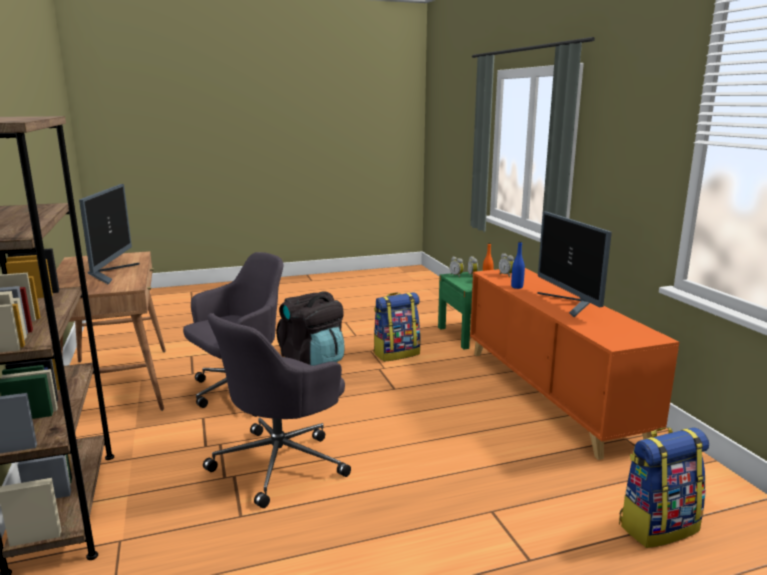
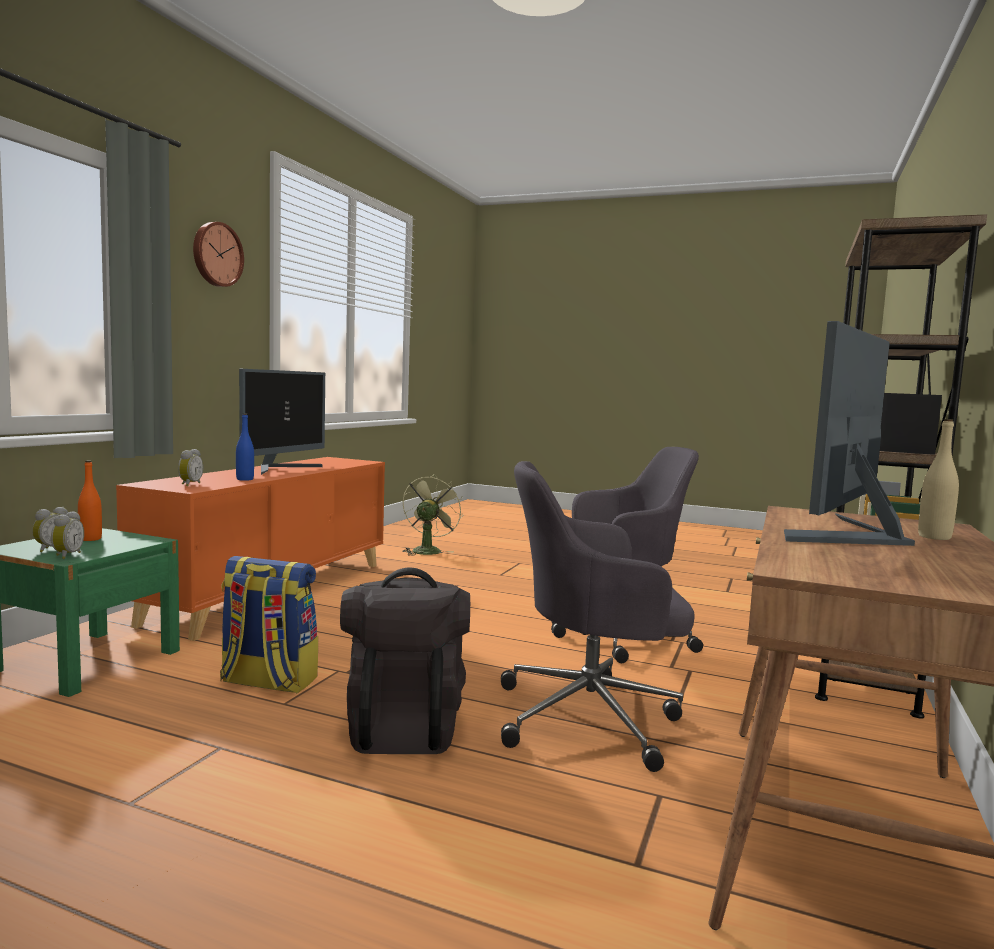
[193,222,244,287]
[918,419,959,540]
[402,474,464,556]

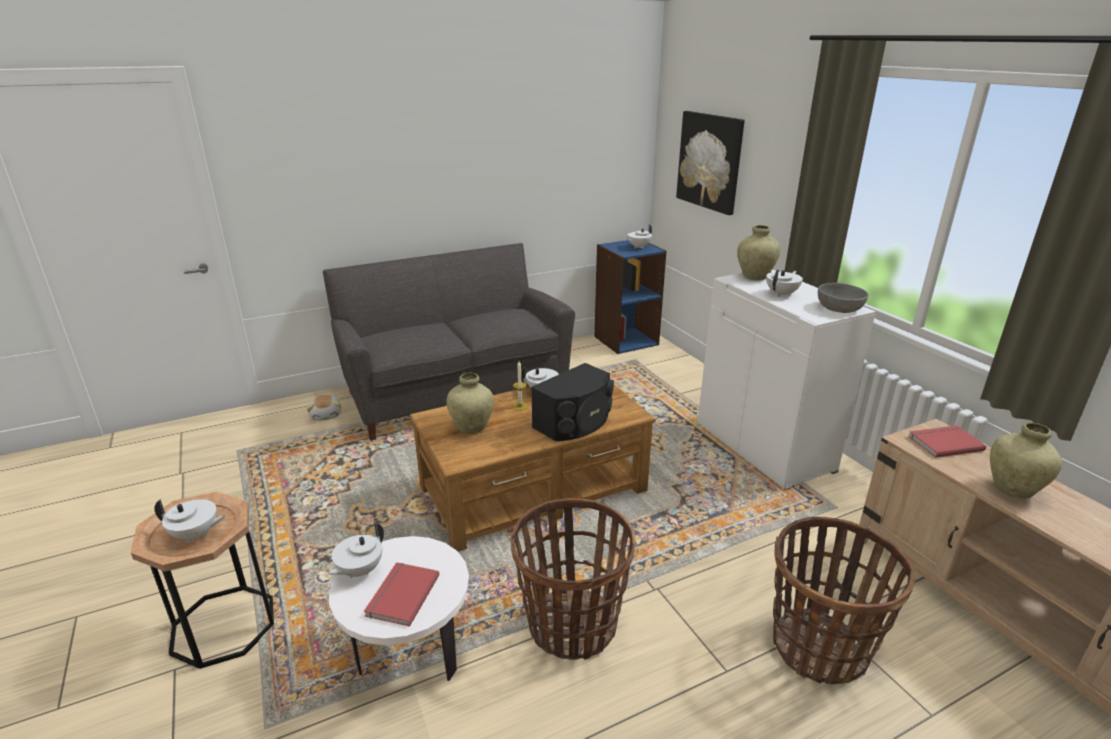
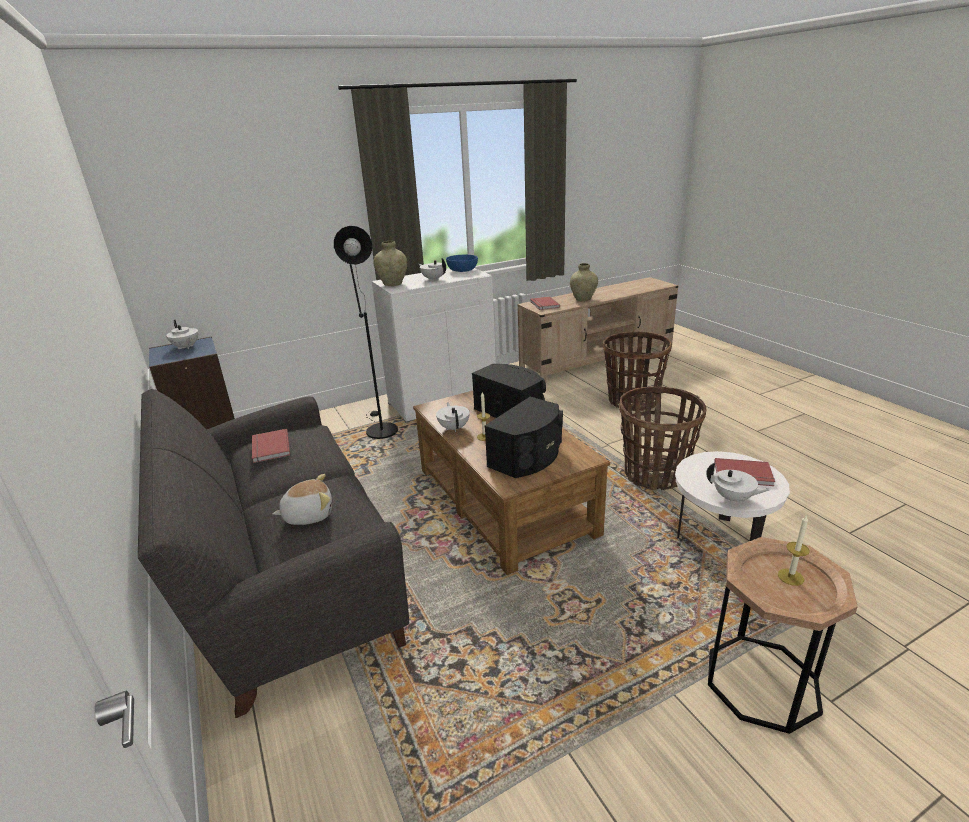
[676,111,745,215] (first image)
[252,429,290,463]
[334,226,398,439]
[273,474,332,525]
[778,514,810,586]
[485,397,563,478]
[446,254,478,272]

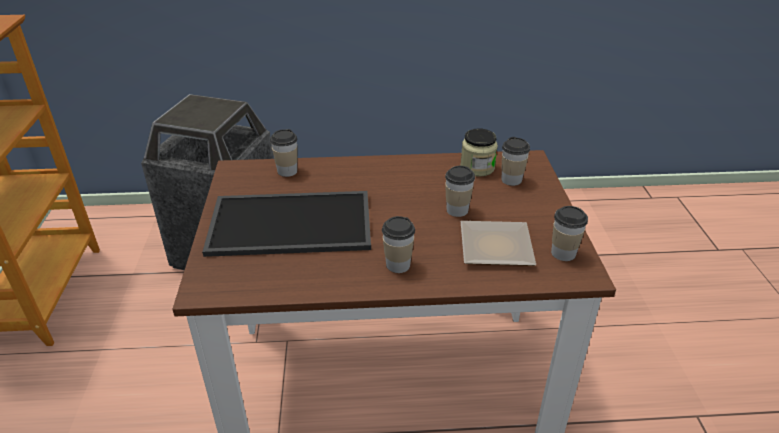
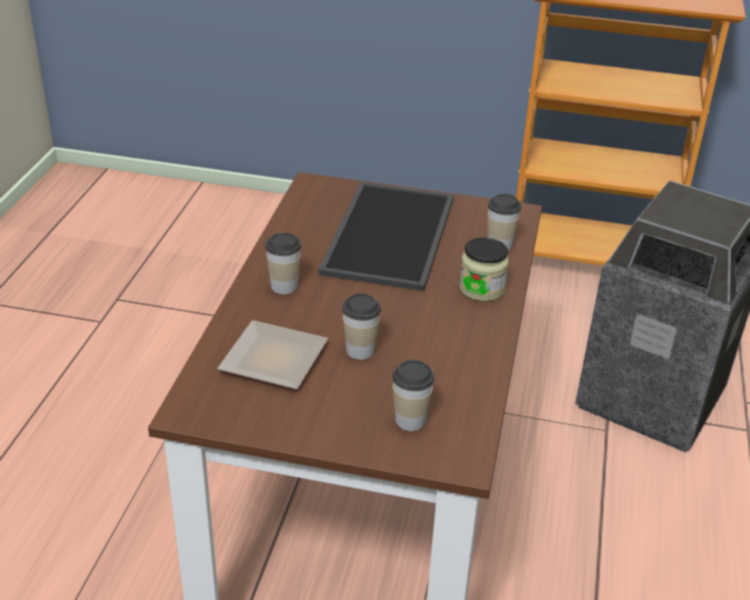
[551,206,588,261] (first image)
[459,237,509,302]

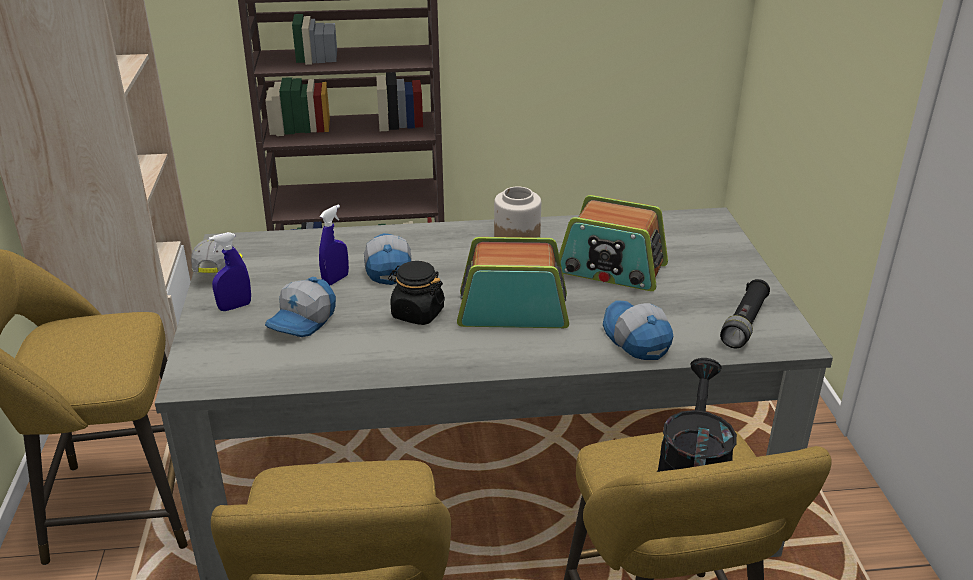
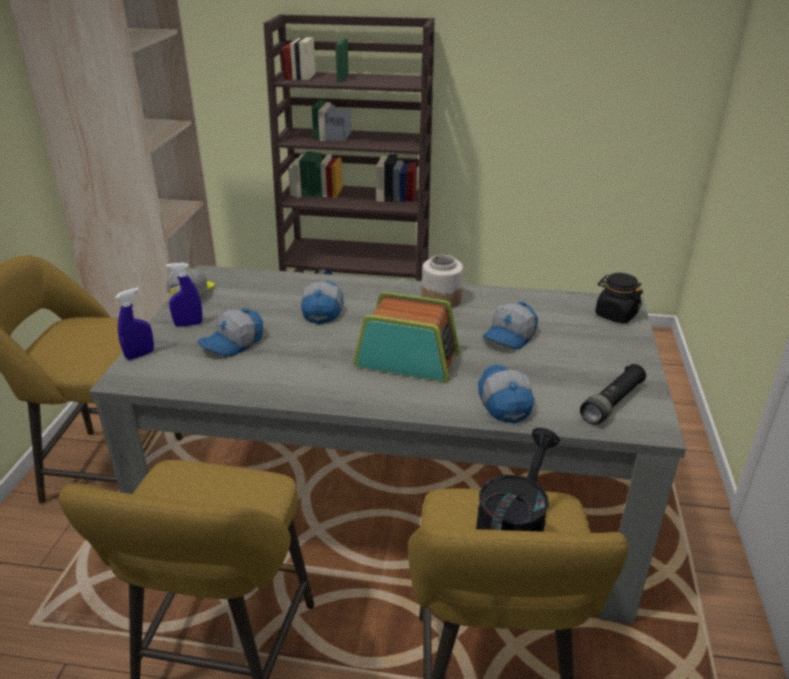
[116,288,154,360]
[595,273,643,323]
[483,301,538,350]

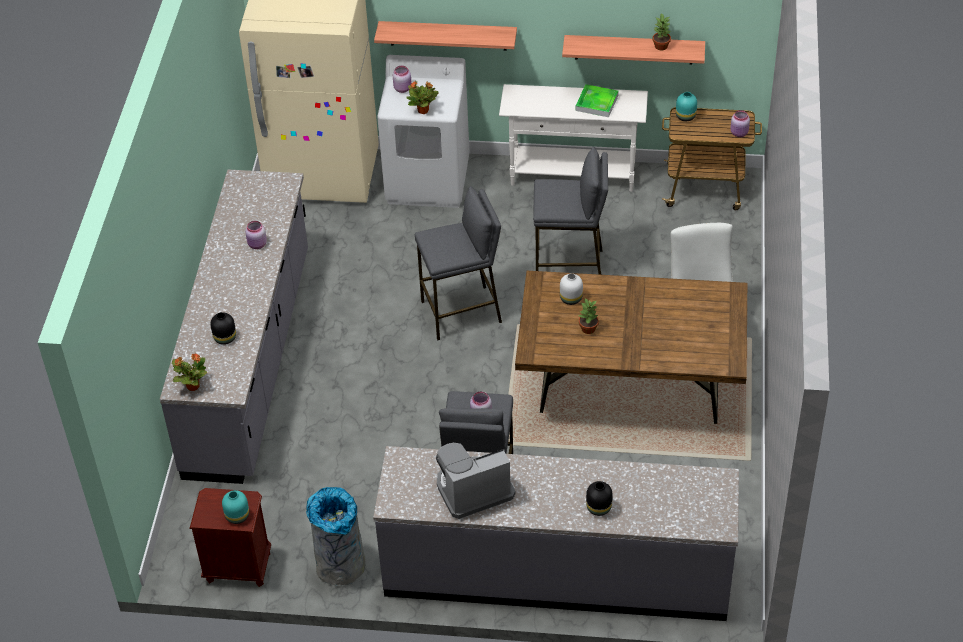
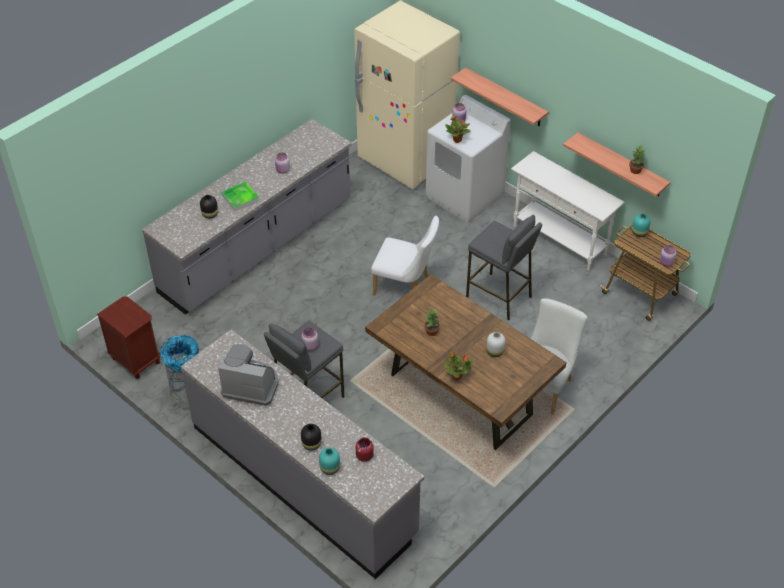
[356,437,374,462]
[443,351,473,381]
[319,448,340,475]
[486,332,506,357]
[221,182,260,212]
[371,216,439,295]

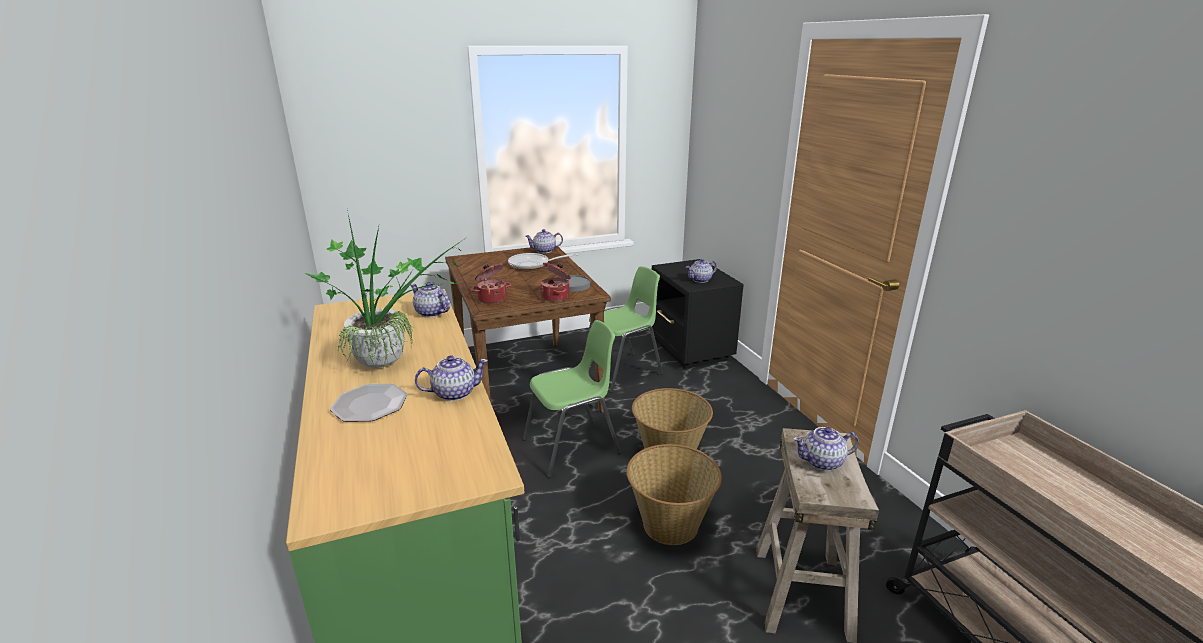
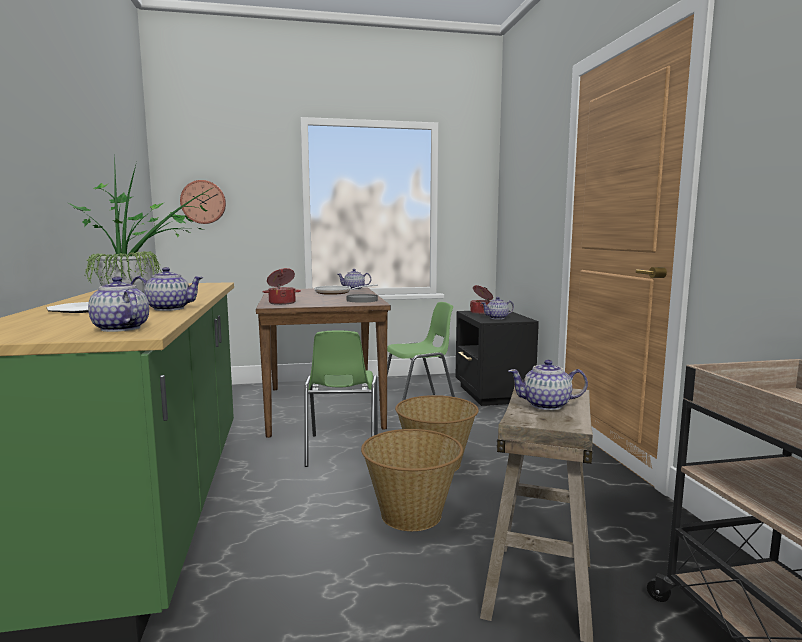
[180,180,226,224]
[88,276,149,332]
[470,285,493,314]
[304,330,378,467]

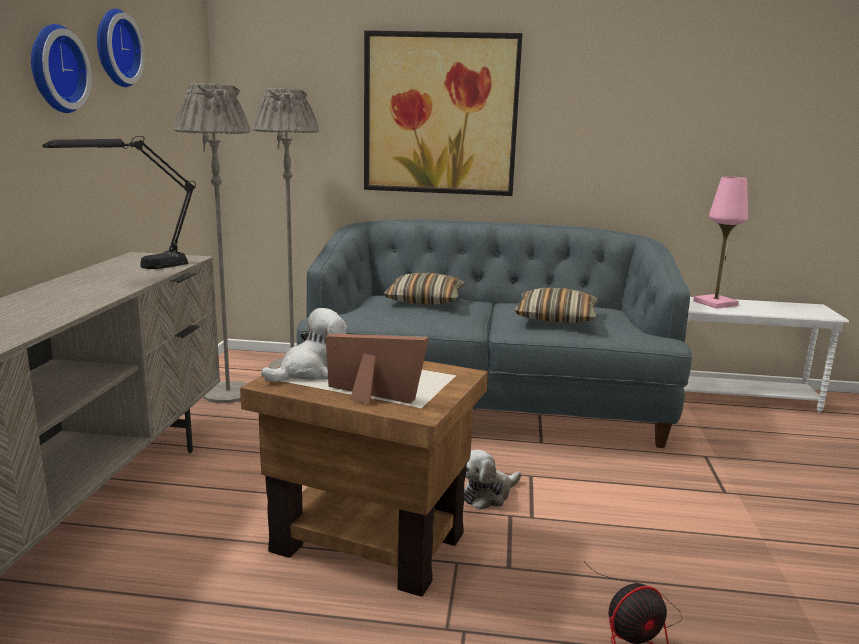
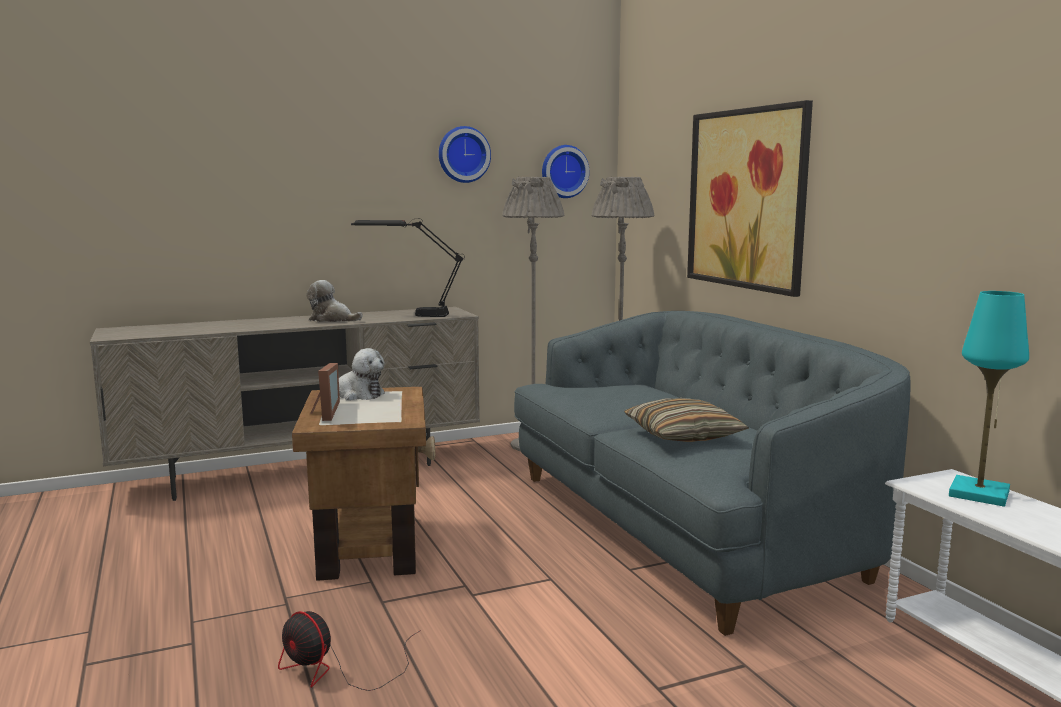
[384,273,465,304] (first image)
[542,145,589,198]
[307,280,362,322]
[949,291,1029,507]

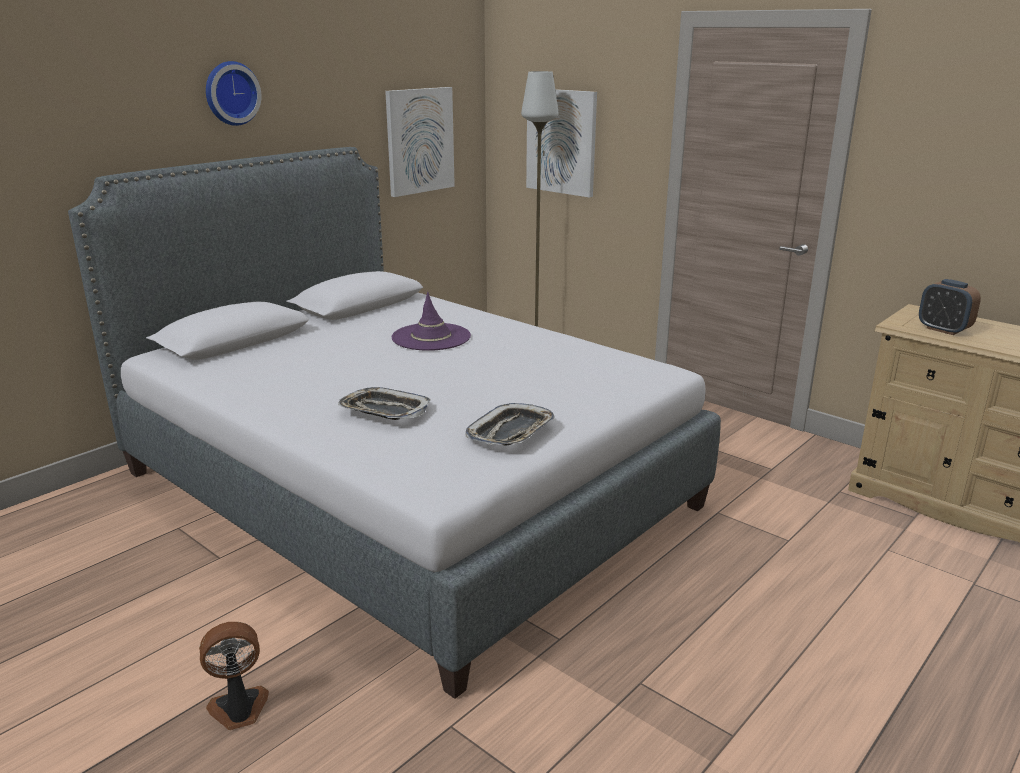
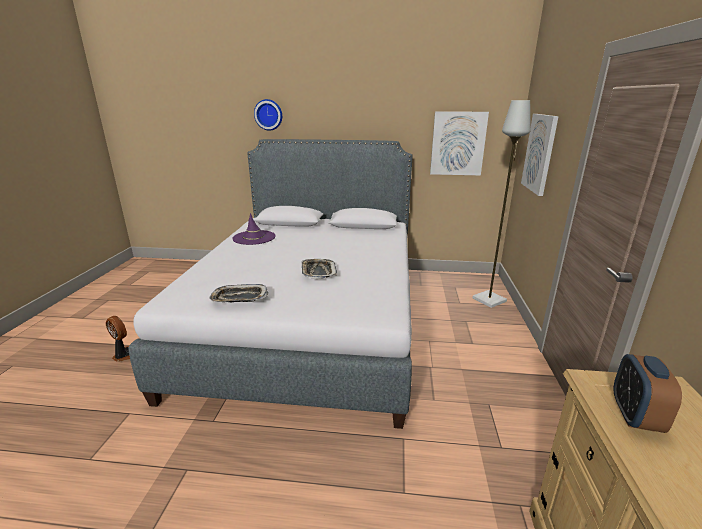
[254,99,282,131]
[302,259,337,279]
[232,213,276,245]

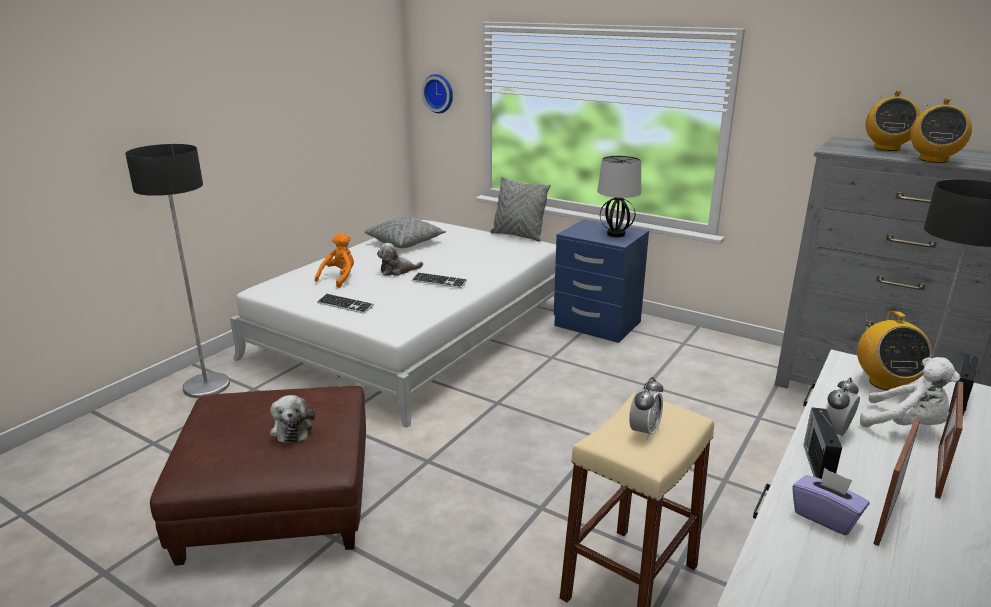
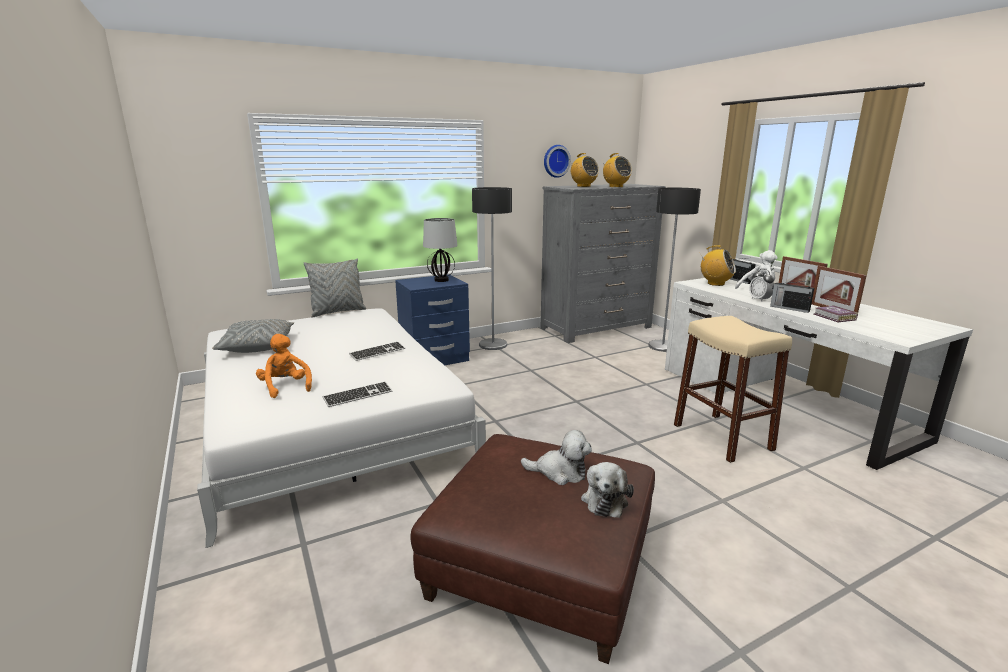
[629,377,663,440] (first image)
[472,187,512,350]
[581,462,634,518]
[544,145,571,178]
[813,305,858,322]

